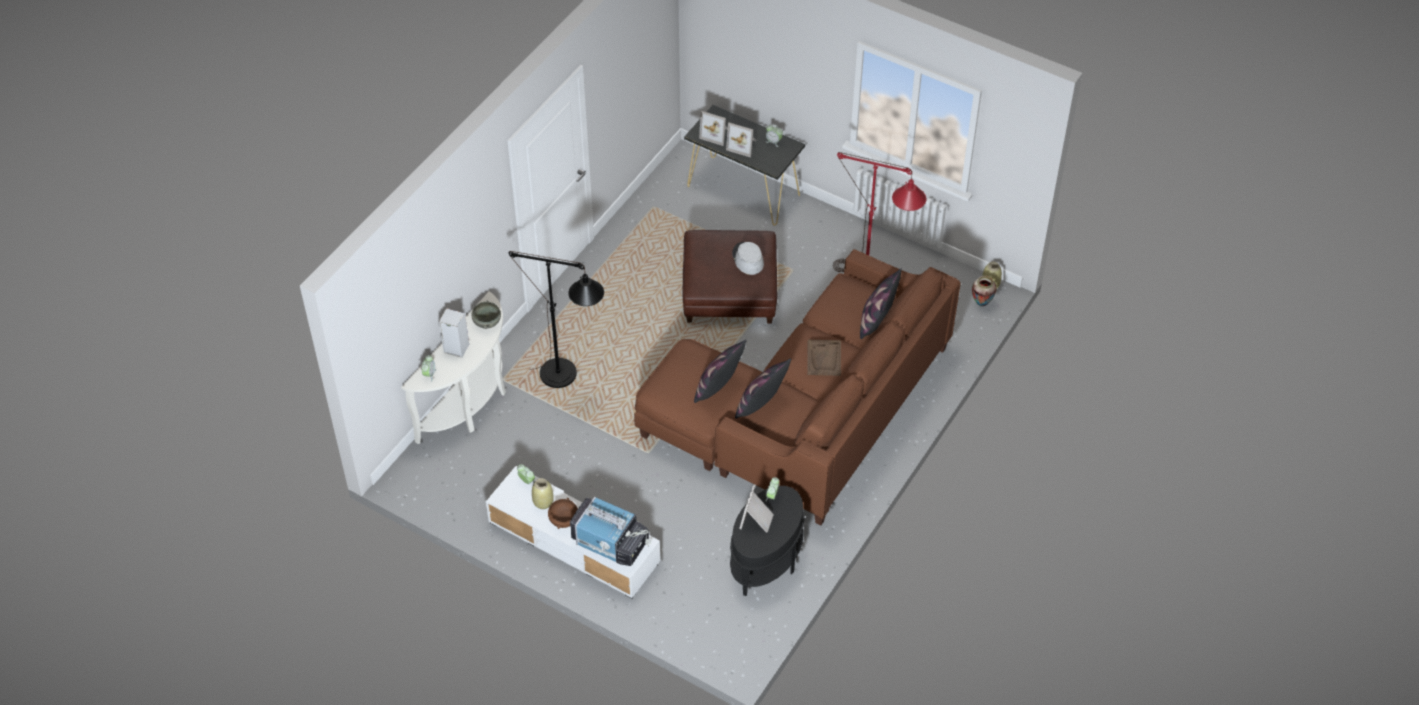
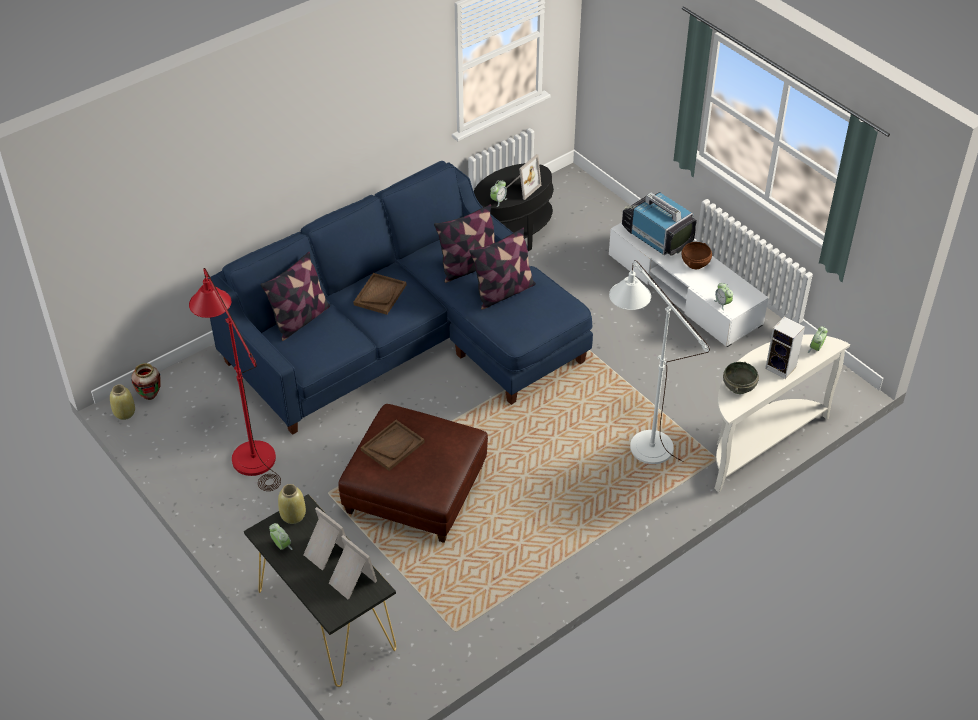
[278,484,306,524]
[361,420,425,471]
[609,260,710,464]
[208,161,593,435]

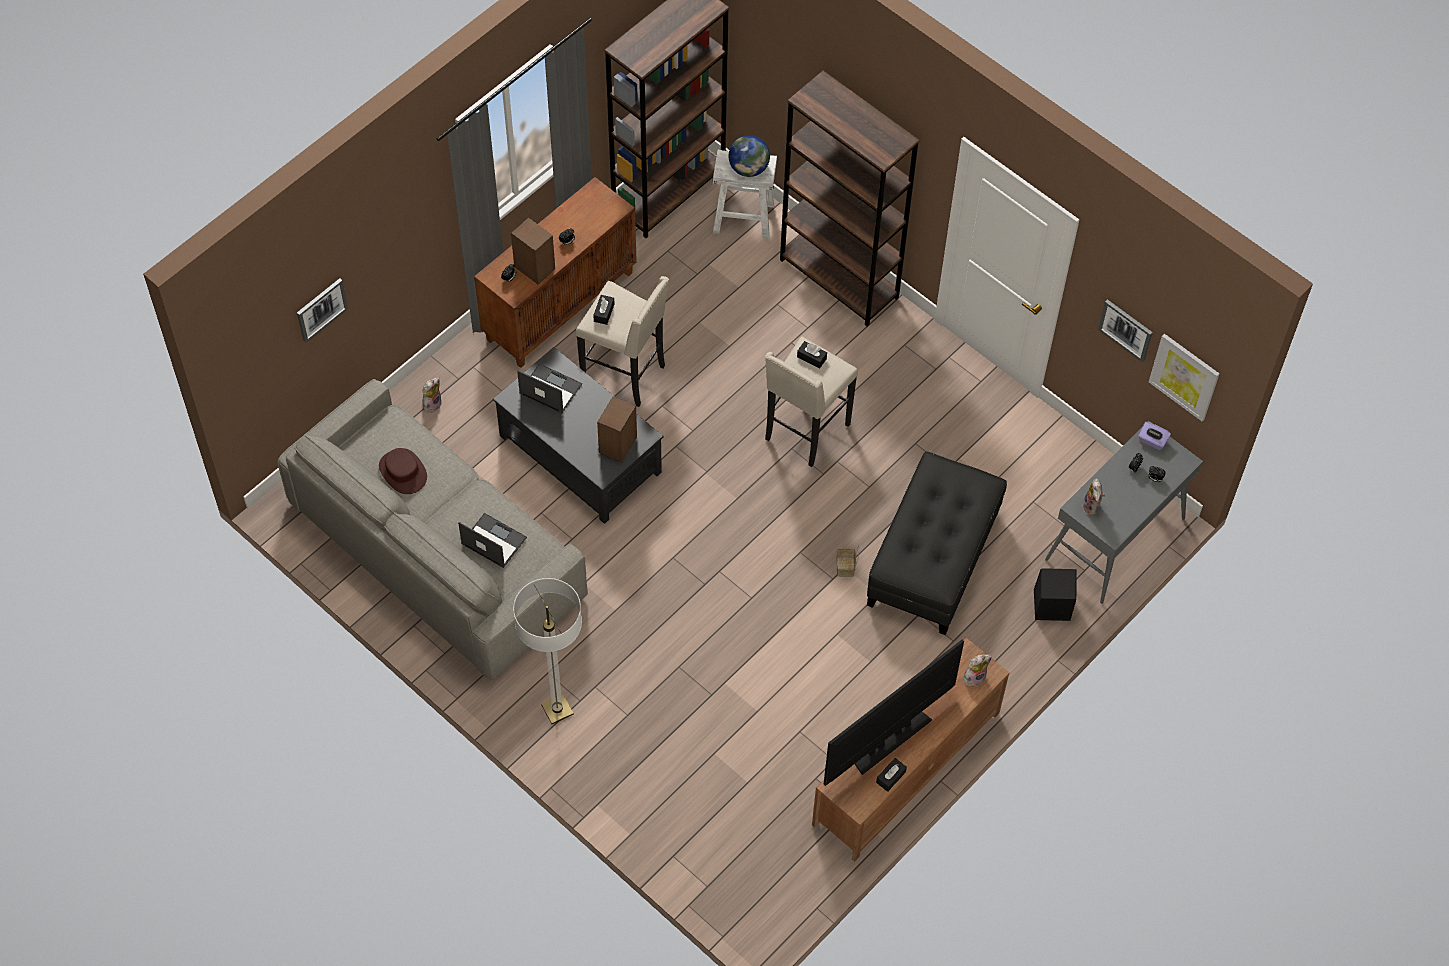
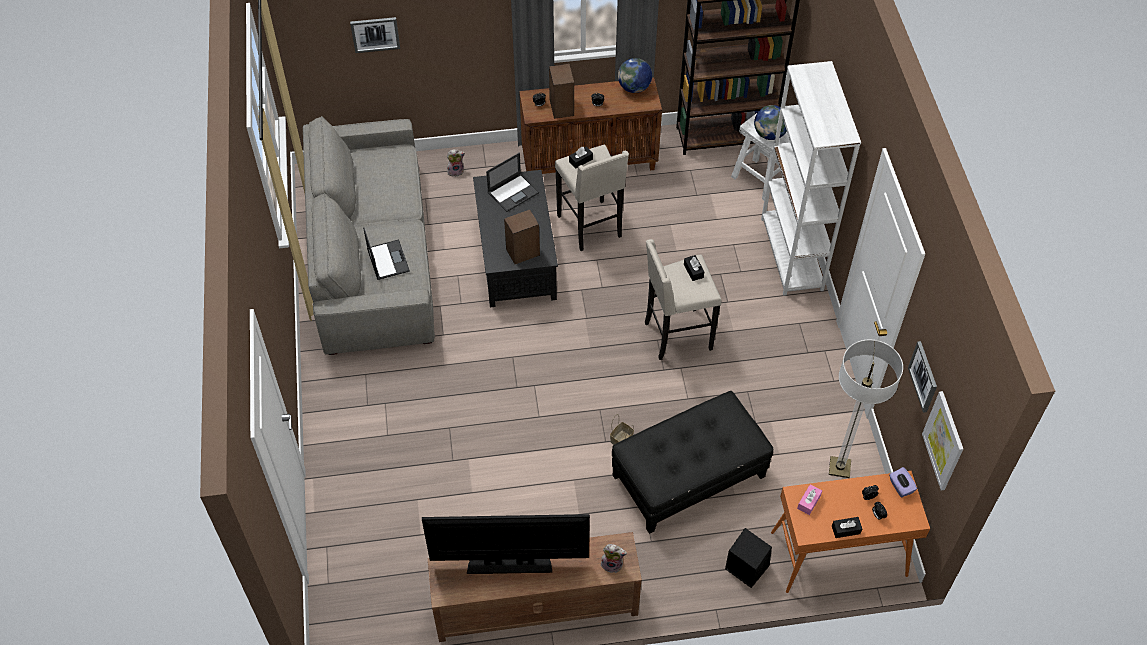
[379,448,427,494] (first image)
[618,58,652,93]
[829,339,903,478]
[832,517,862,538]
[797,484,822,515]
[761,61,861,296]
[771,471,930,593]
[486,153,539,212]

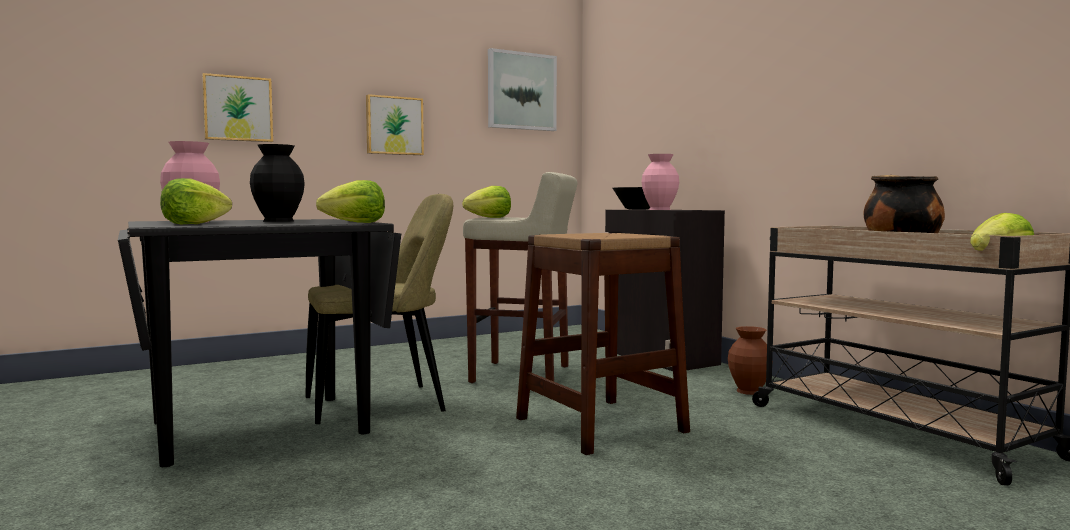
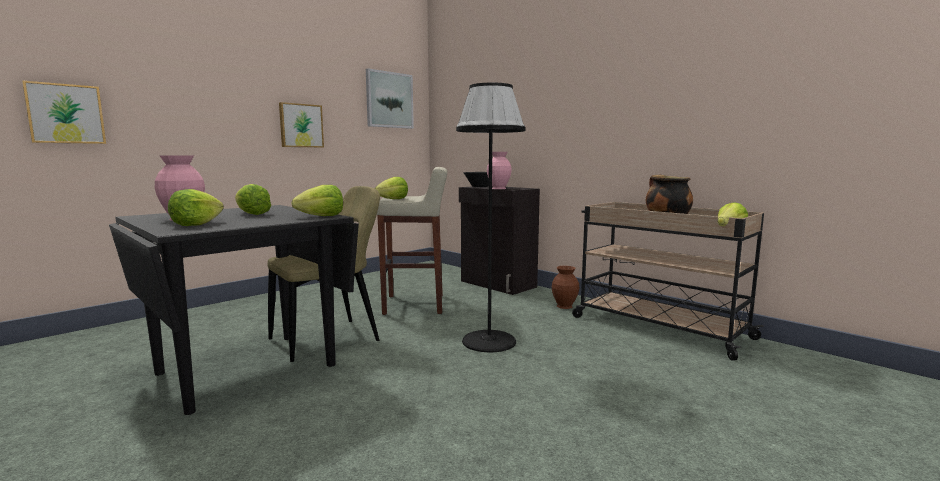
[22,80,106,144]
[235,184,271,215]
[456,83,525,352]

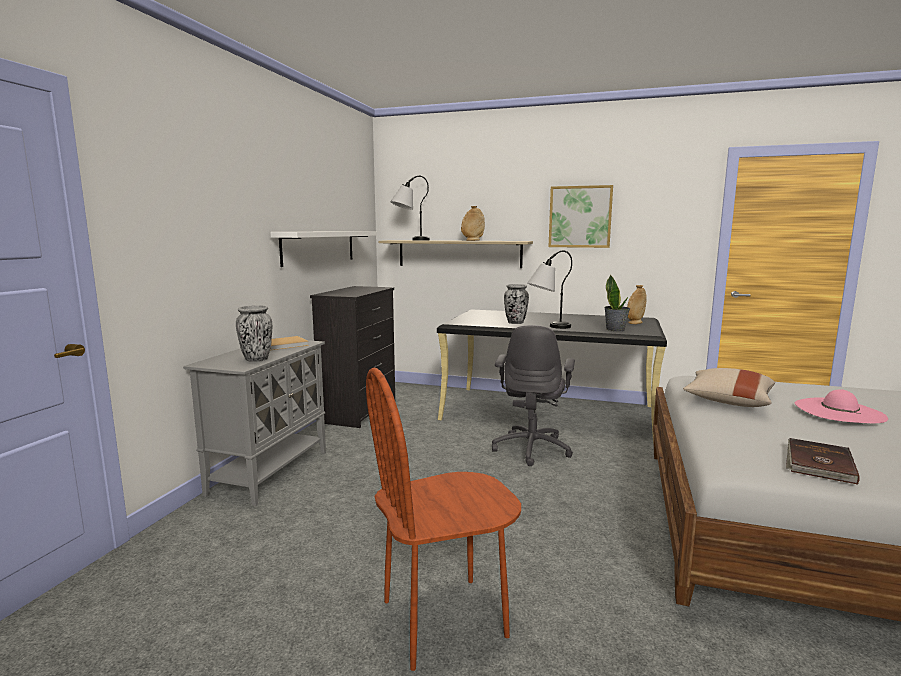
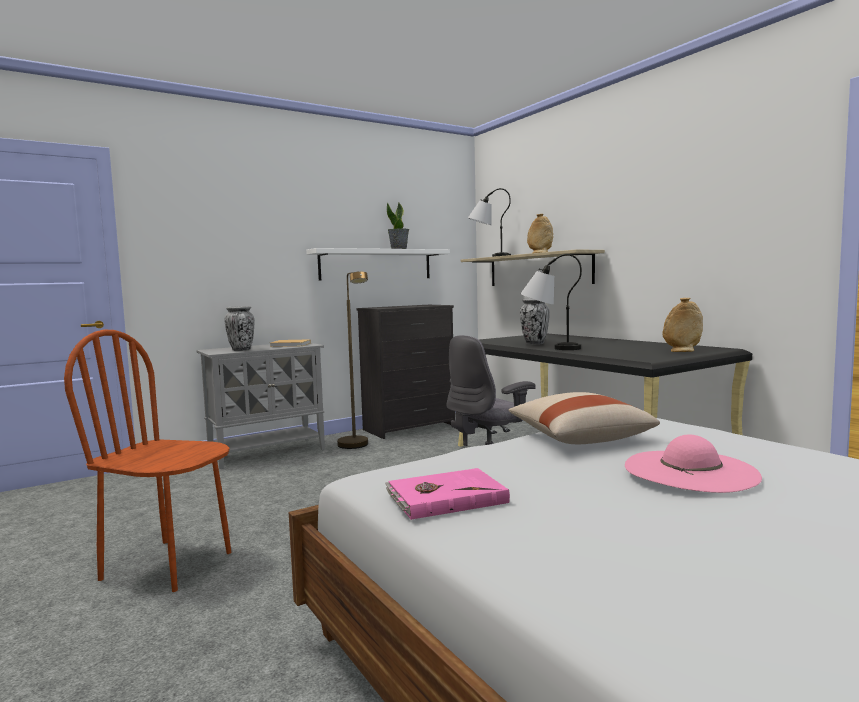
[549,185,613,248] (first image)
[337,272,368,449]
[387,202,409,249]
[385,468,510,520]

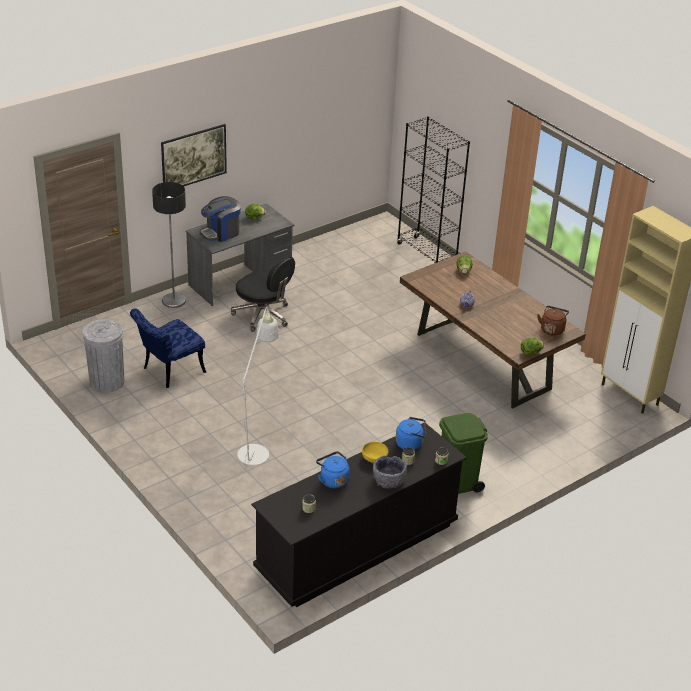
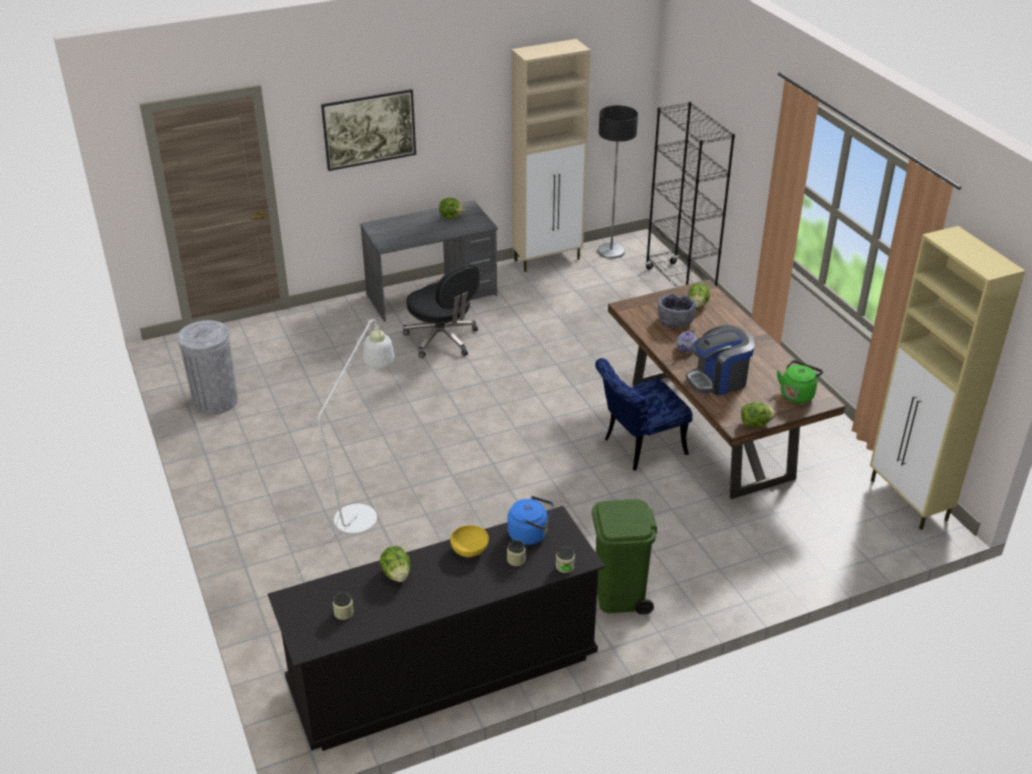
[511,39,591,272]
[595,358,693,471]
[598,105,638,259]
[686,325,755,396]
[658,293,696,328]
[380,546,410,582]
[777,360,823,404]

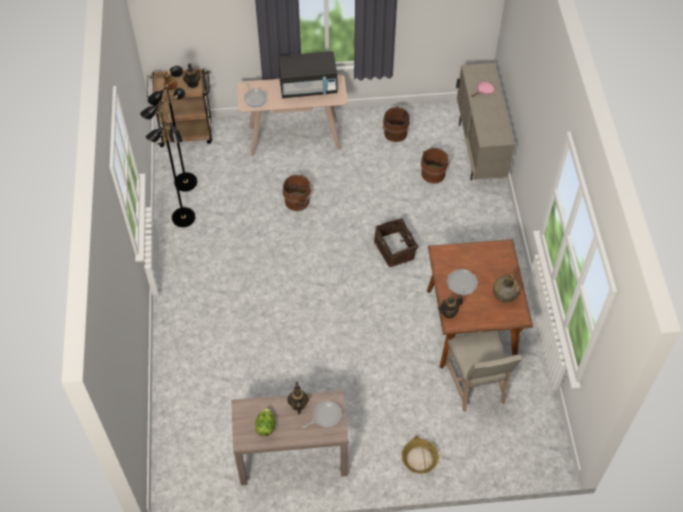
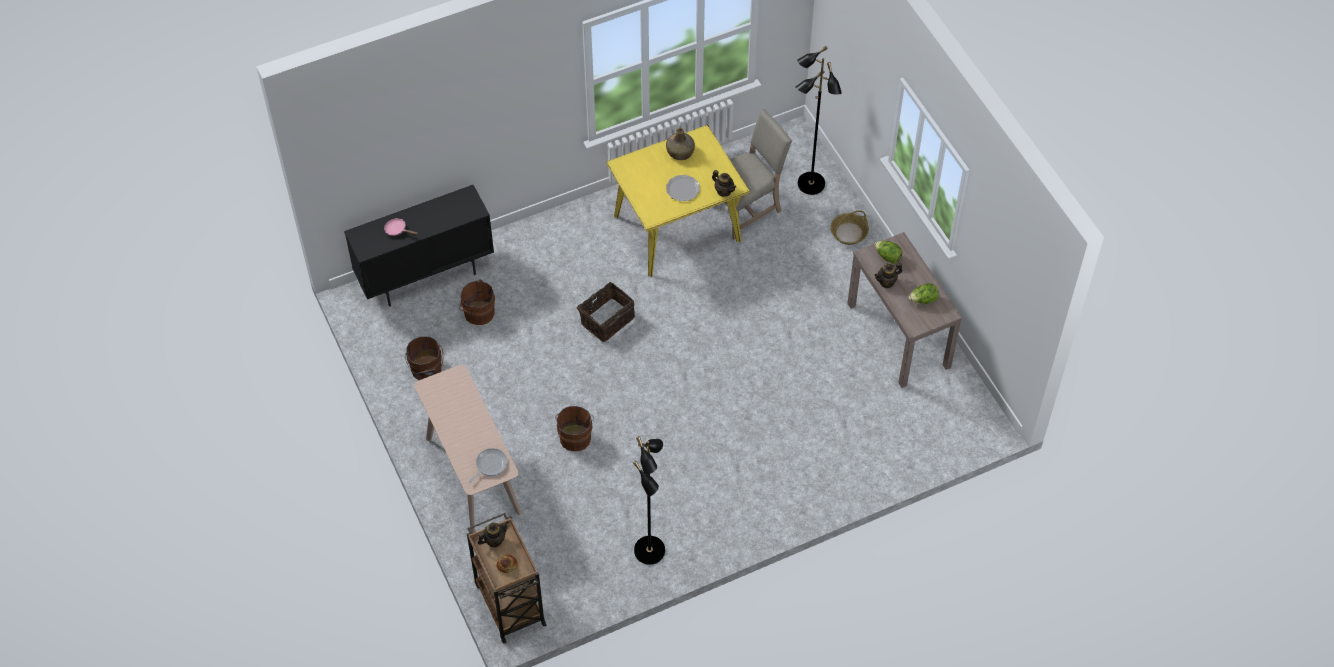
[278,51,337,98] (first image)
[795,46,842,195]
[875,241,903,264]
[606,125,750,277]
[344,185,494,307]

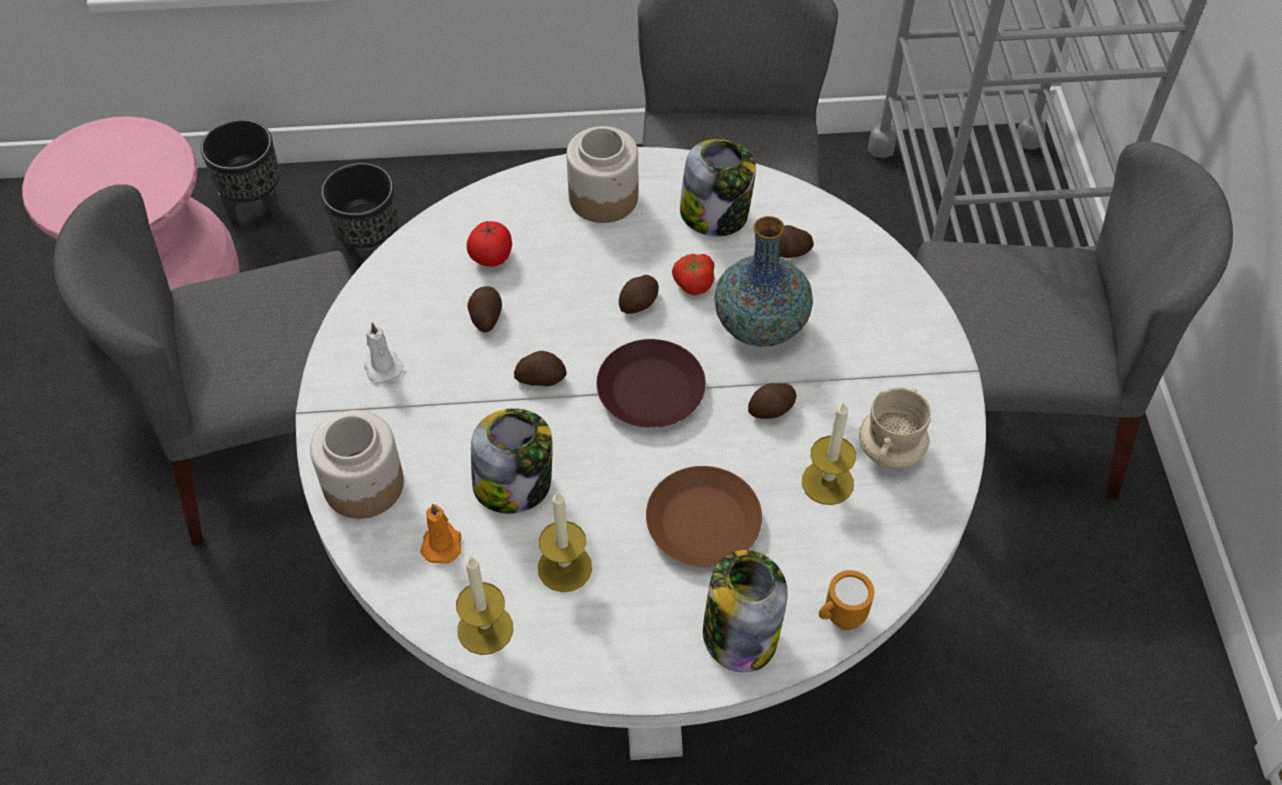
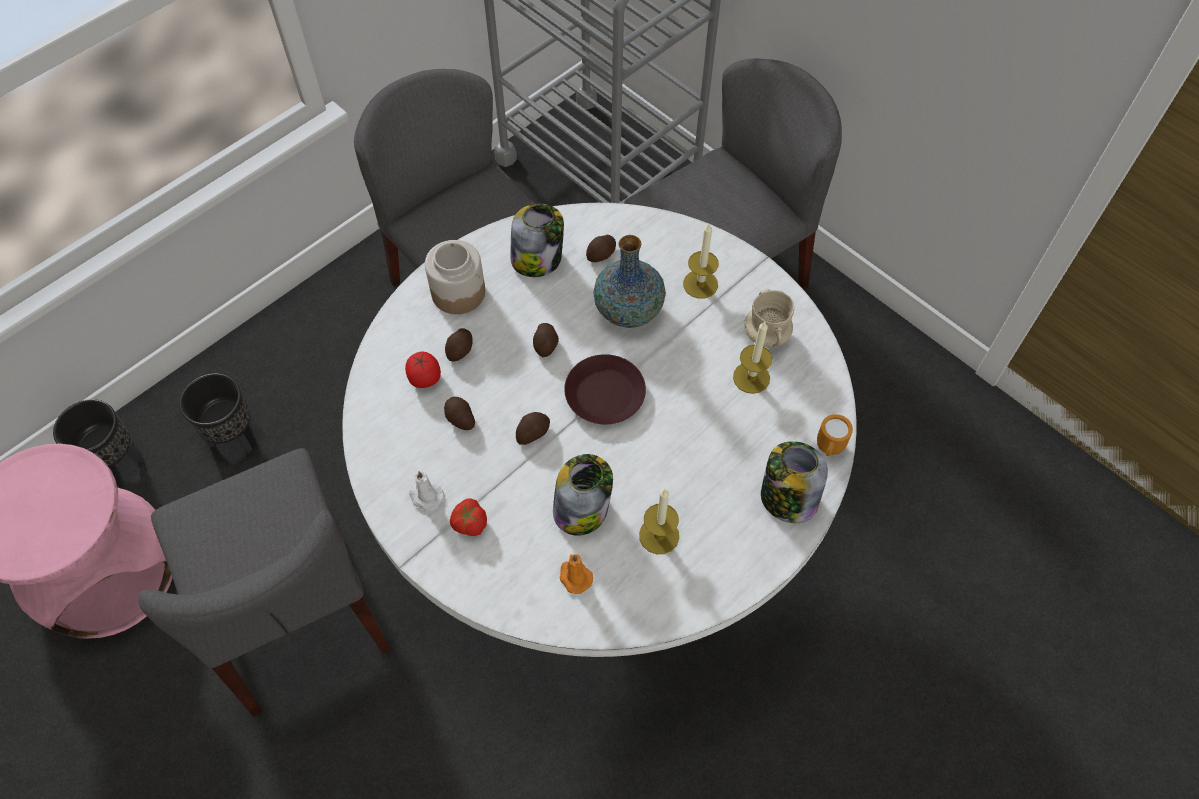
[310,410,404,519] (first image)
[646,466,762,567] (first image)
[683,224,719,299]
[450,498,487,536]
[445,328,473,362]
[138,448,391,716]

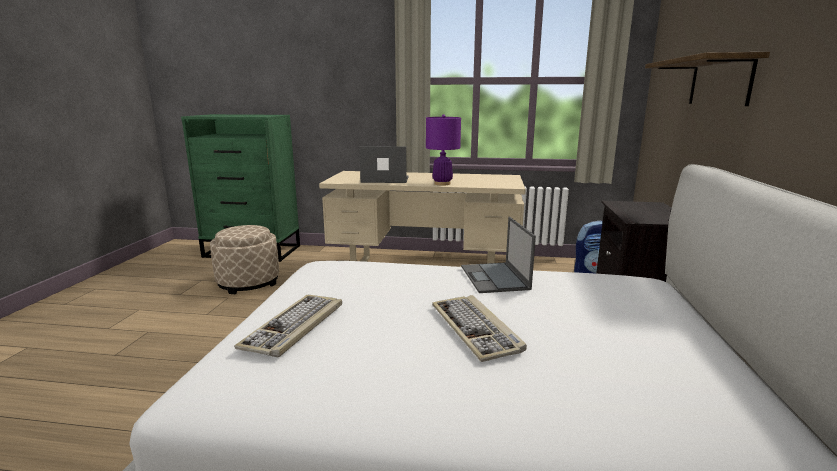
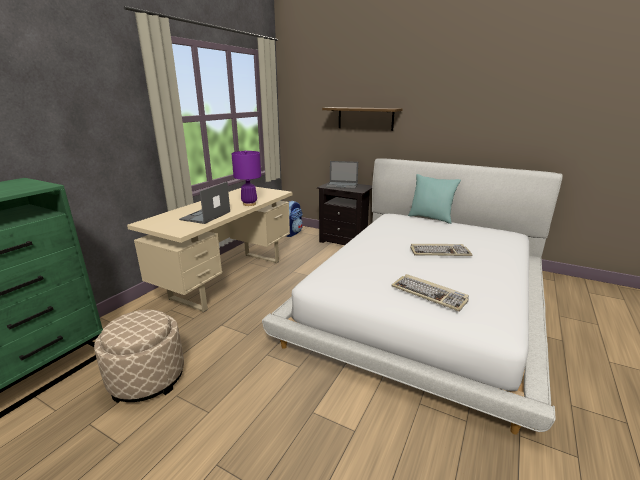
[408,174,461,224]
[326,161,358,189]

